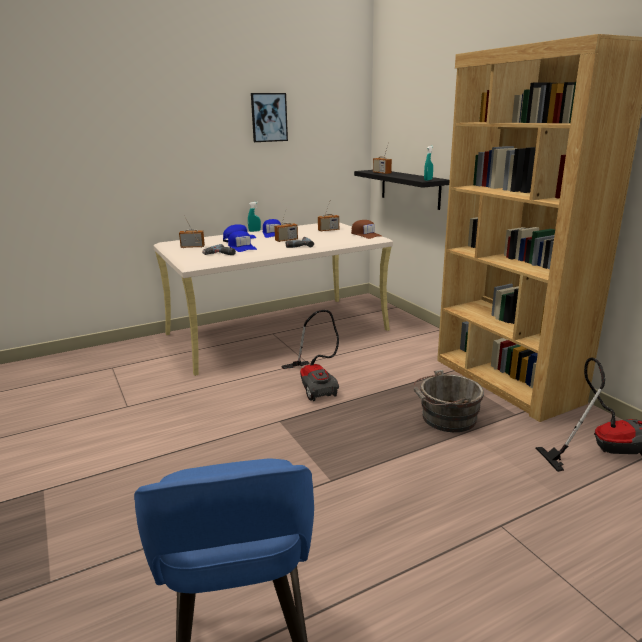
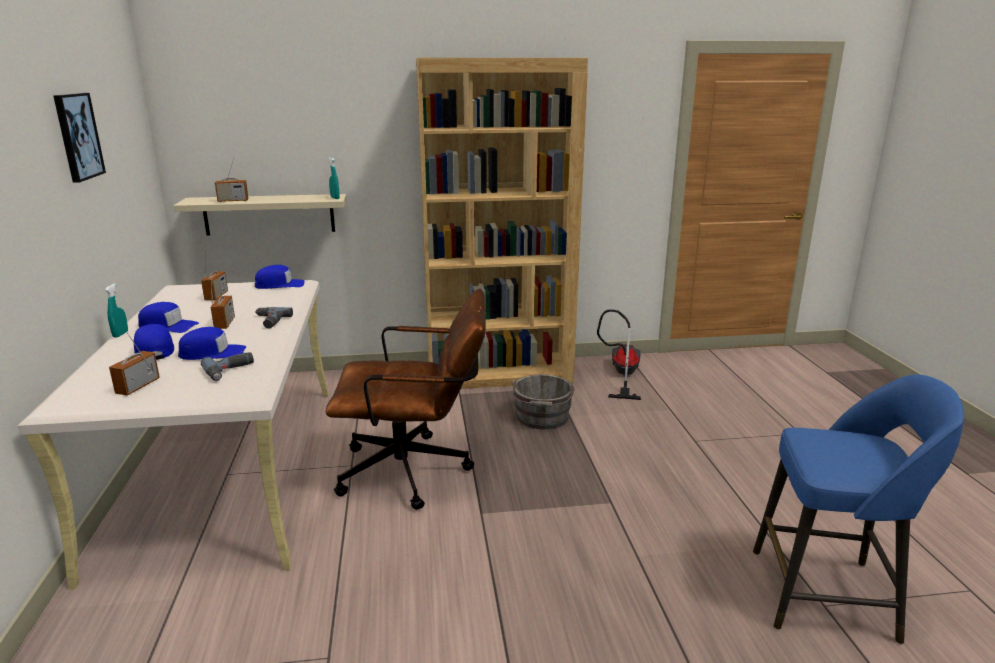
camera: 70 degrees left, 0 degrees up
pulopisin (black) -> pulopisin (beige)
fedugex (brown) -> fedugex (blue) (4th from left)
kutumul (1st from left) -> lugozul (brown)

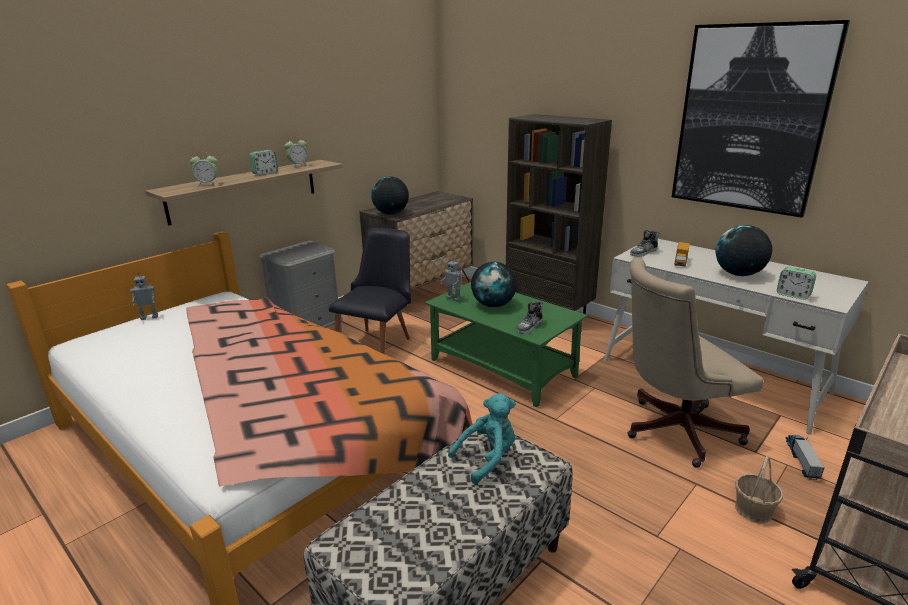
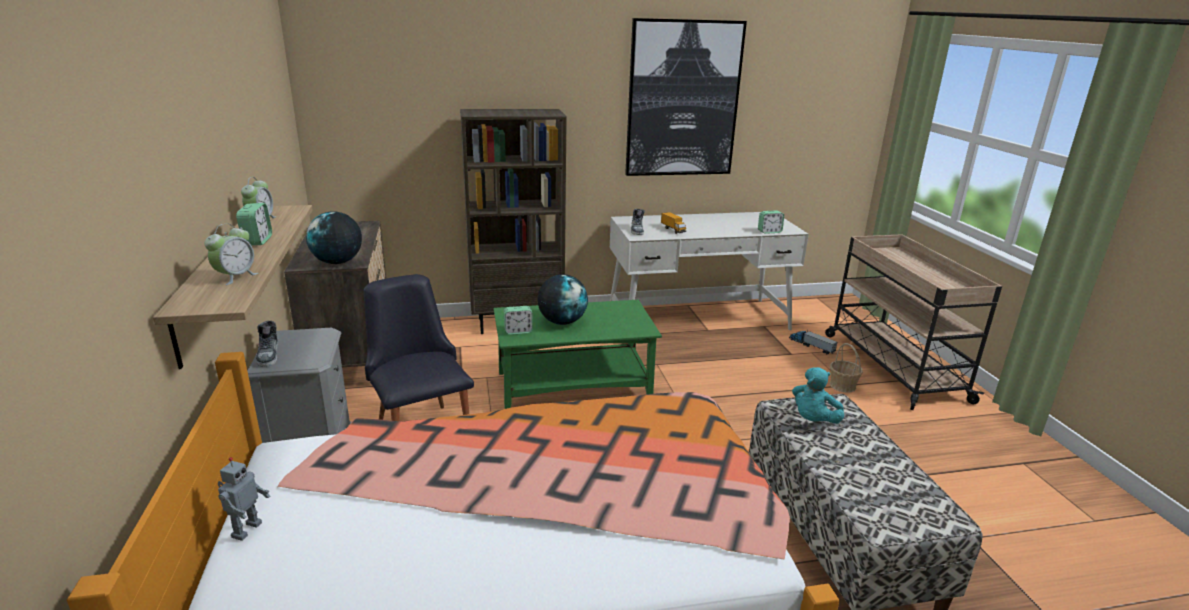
camera: 55 degrees left, 0 degrees up
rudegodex (3rd from left) -> none
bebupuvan (2nd from left) -> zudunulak (4th from left)
lugozul (beige) -> none
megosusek (1st from left), move
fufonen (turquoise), 150 degrees counterclockwise

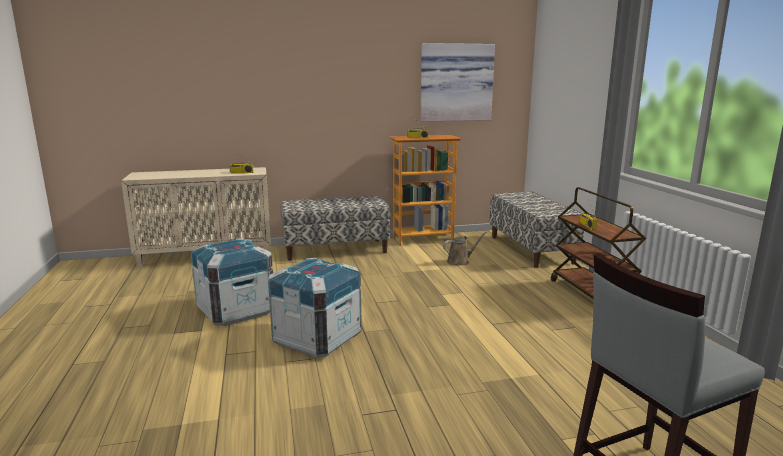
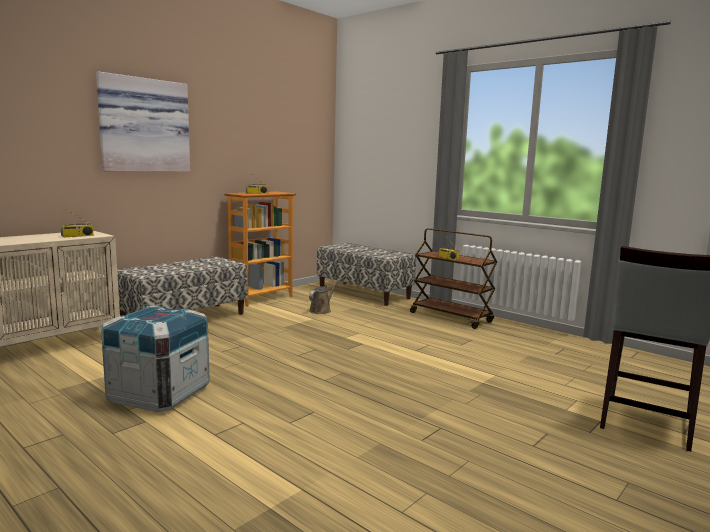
camera: 35 degrees left, 5 degrees down
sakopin, move
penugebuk (2nd from left) -> none

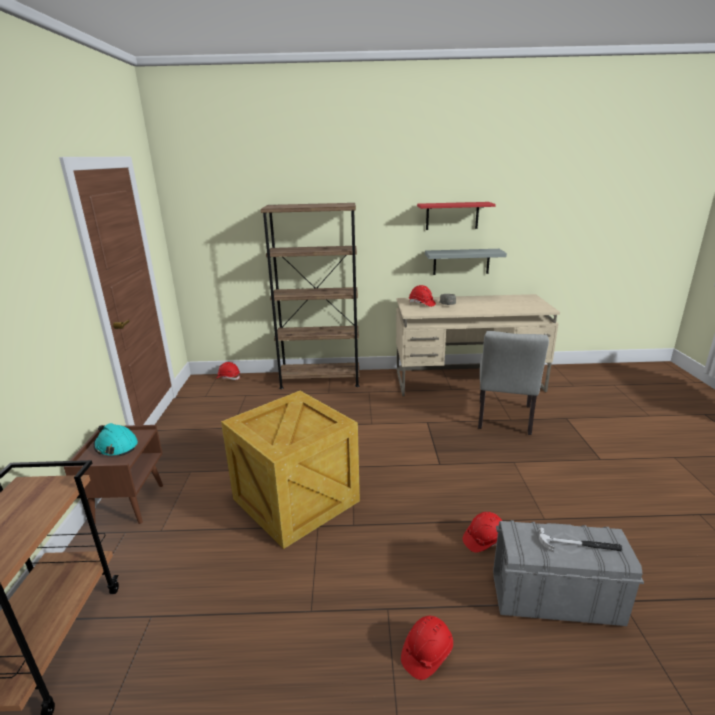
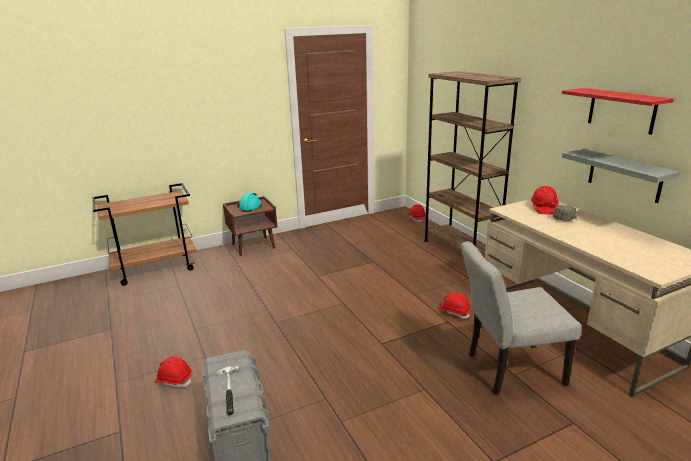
camera: 65 degrees right, 0 degrees up
penugebuk -> none
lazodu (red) (4th from left in the first image) -> lazodu (red) (3rd from left), move

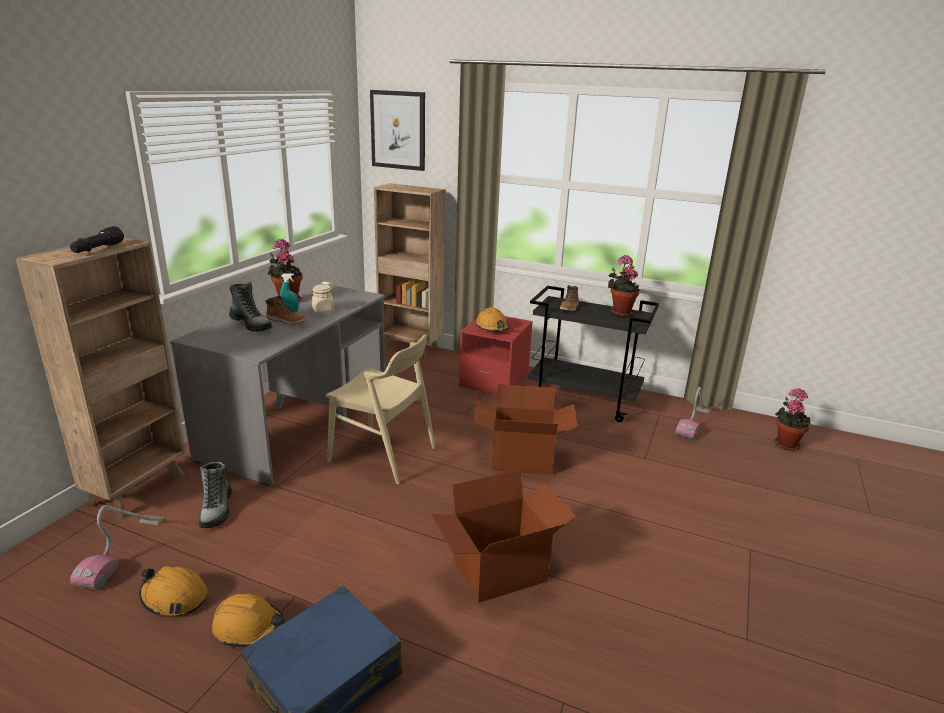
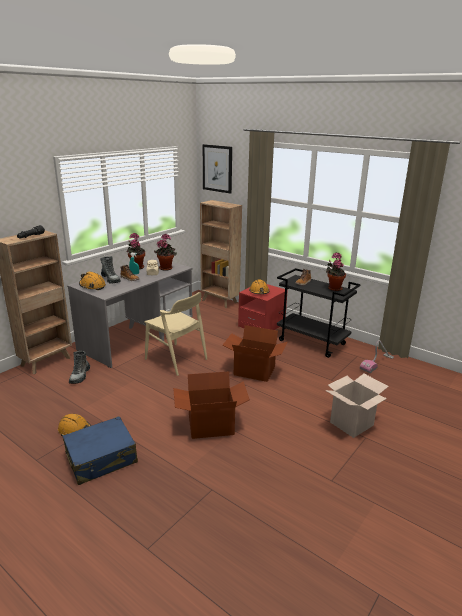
camera: 15 degrees right, 0 degrees up
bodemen (3rd from left in the first image) -> bodemen (2nd from left), move
kutumul (1st from left) -> none
lazodu (orange) (1st from left in the first image) -> lazodu (orange) (2nd from left), move
none -> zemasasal (3rd from left)

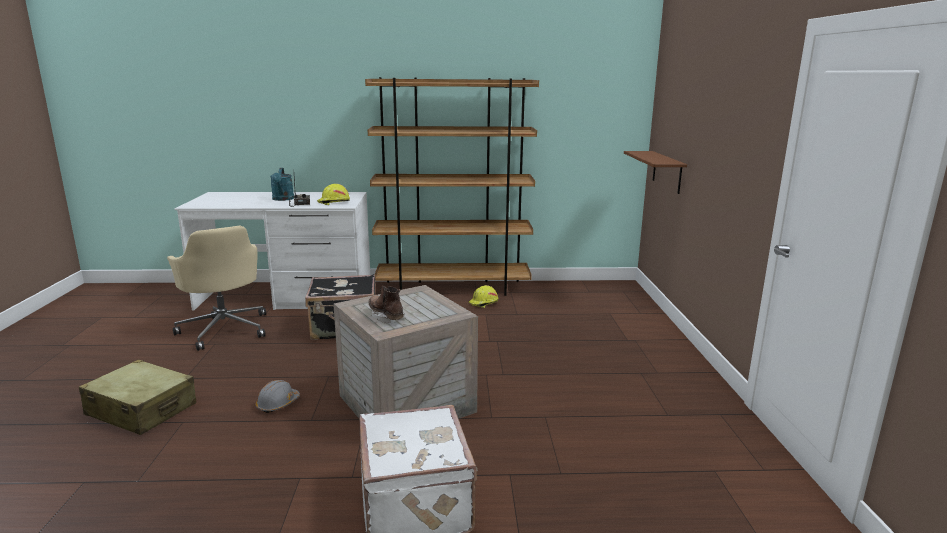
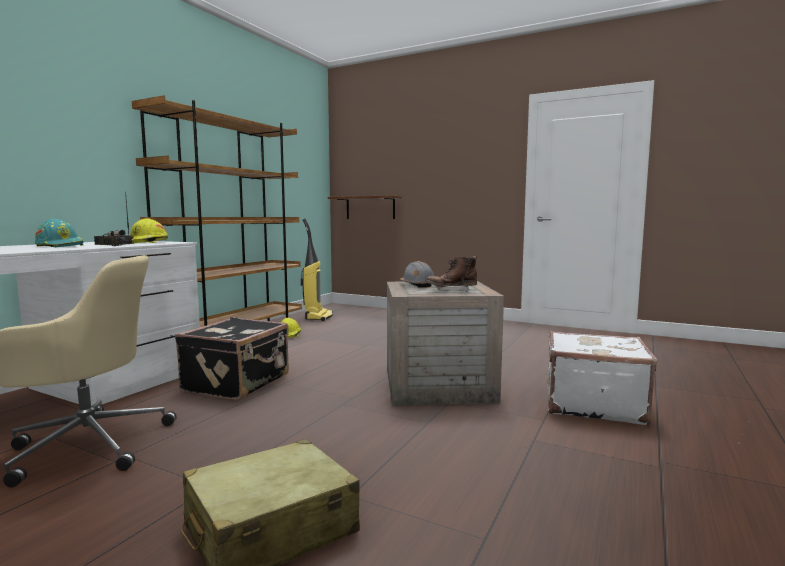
camera: 60 degrees left, 10 degrees down
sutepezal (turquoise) -> lazodu (turquoise)
lazodu (grey), move
none -> kutumul

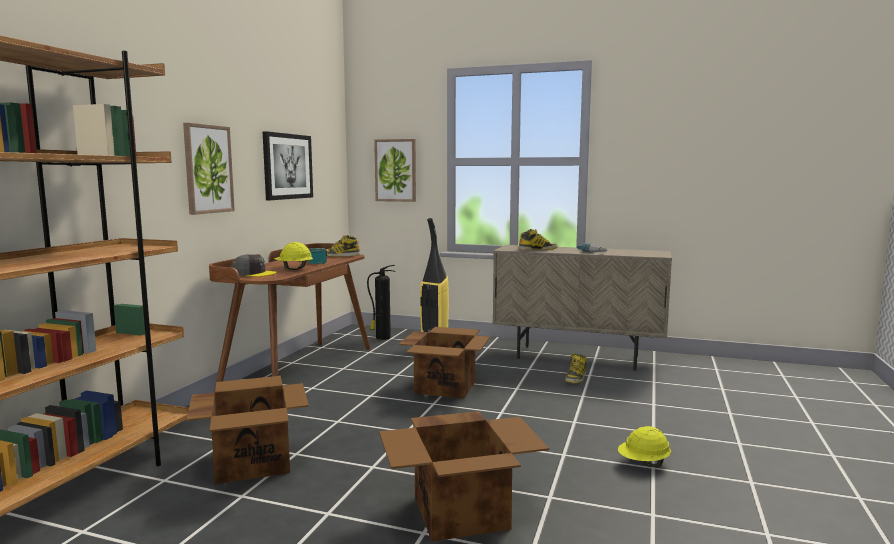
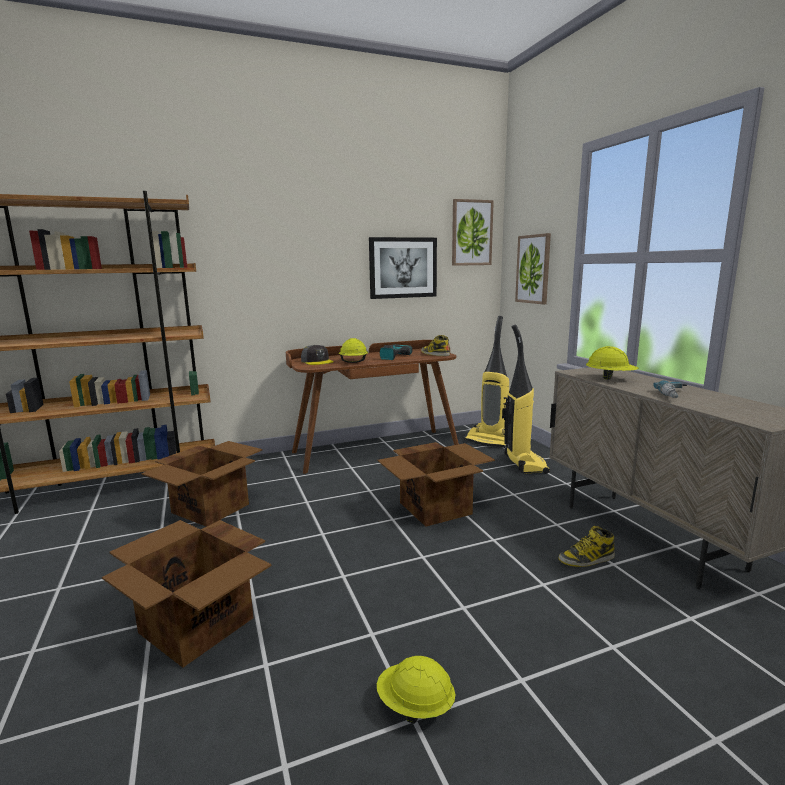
camera: 50 degrees right, 5 degrees up
sakopin (1st from left in the first image) -> sakopin (2nd from left), move
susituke (2nd from left) -> lazodu (yellow) (3rd from left)
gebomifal -> kutumul (1st from left)

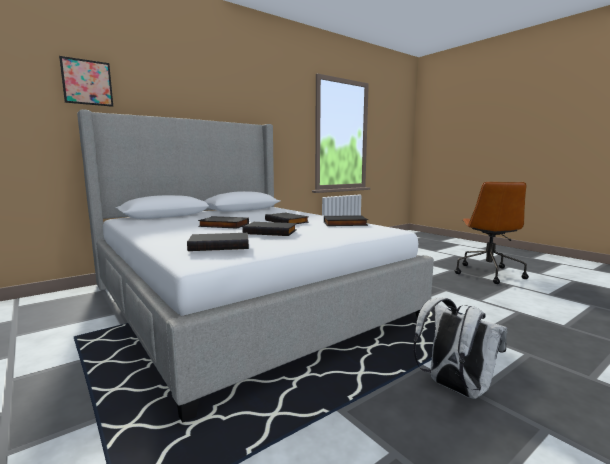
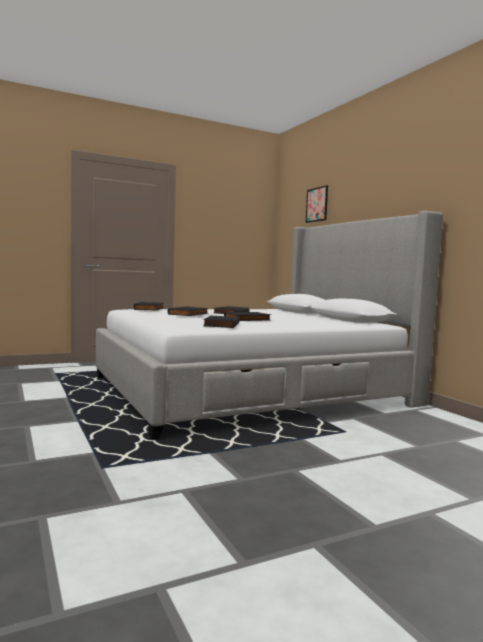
camera: 100 degrees right, 5 degrees down
lugozul (brown) -> none
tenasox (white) -> none

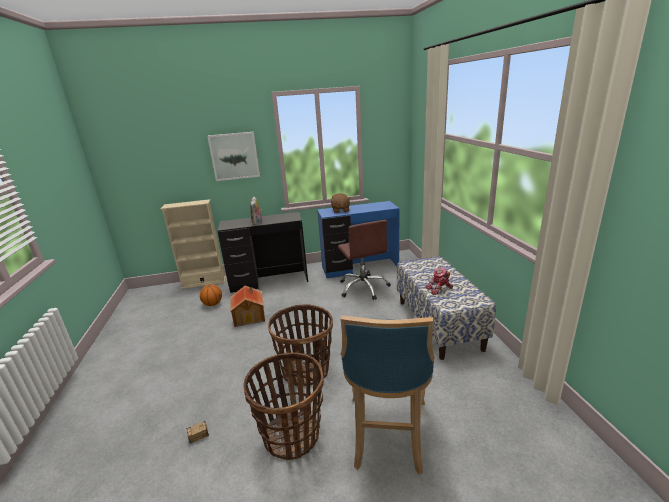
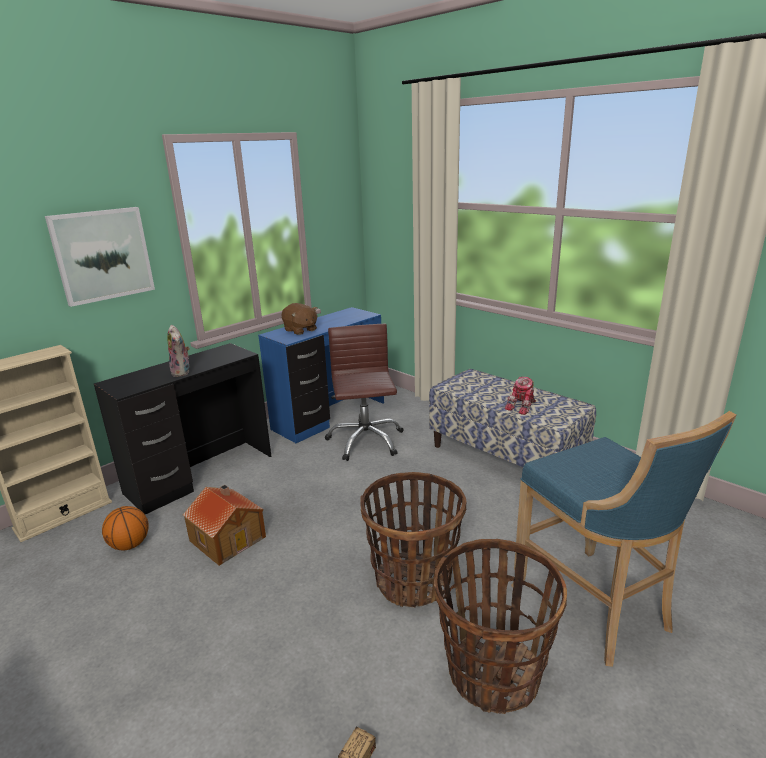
camera: 35 degrees left, 0 degrees up
lugozul (brown), 135 degrees counterclockwise

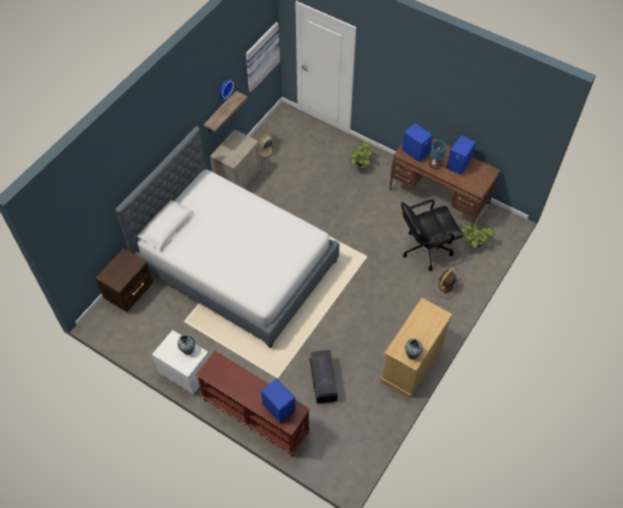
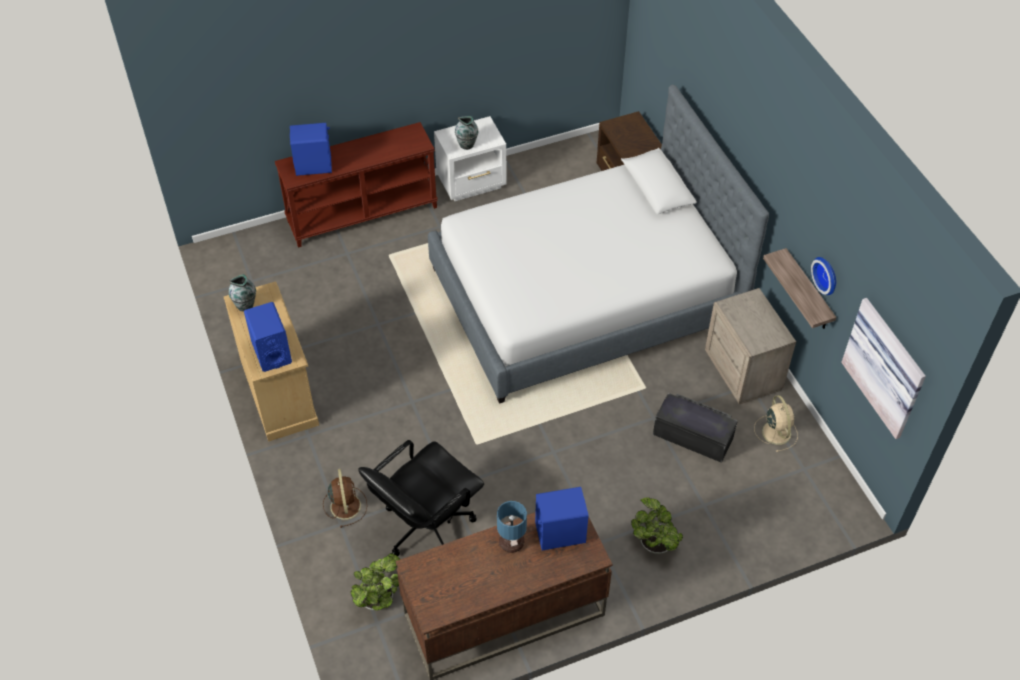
camera: 125 degrees right, 5 degrees down
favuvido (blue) (3rd from left in the first image) -> favuvido (blue) (1st from left), move
lugozul (black), 150 degrees counterclockwise
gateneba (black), move

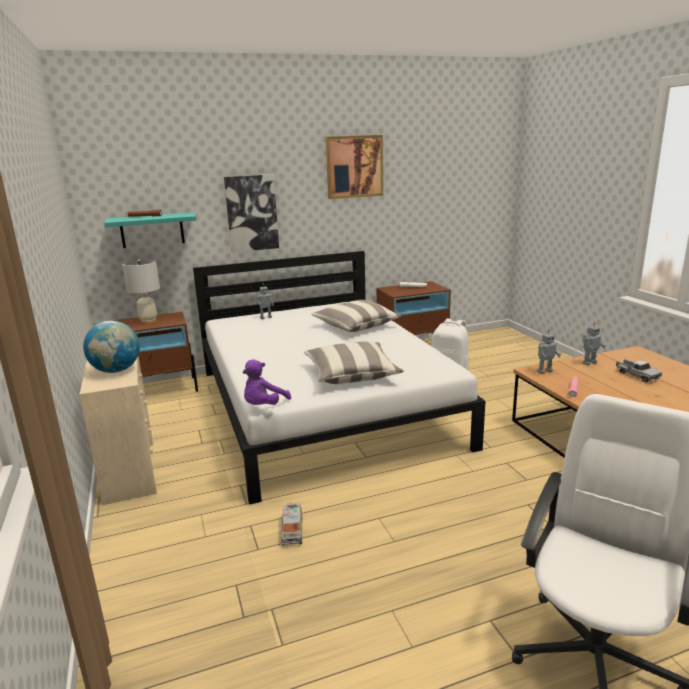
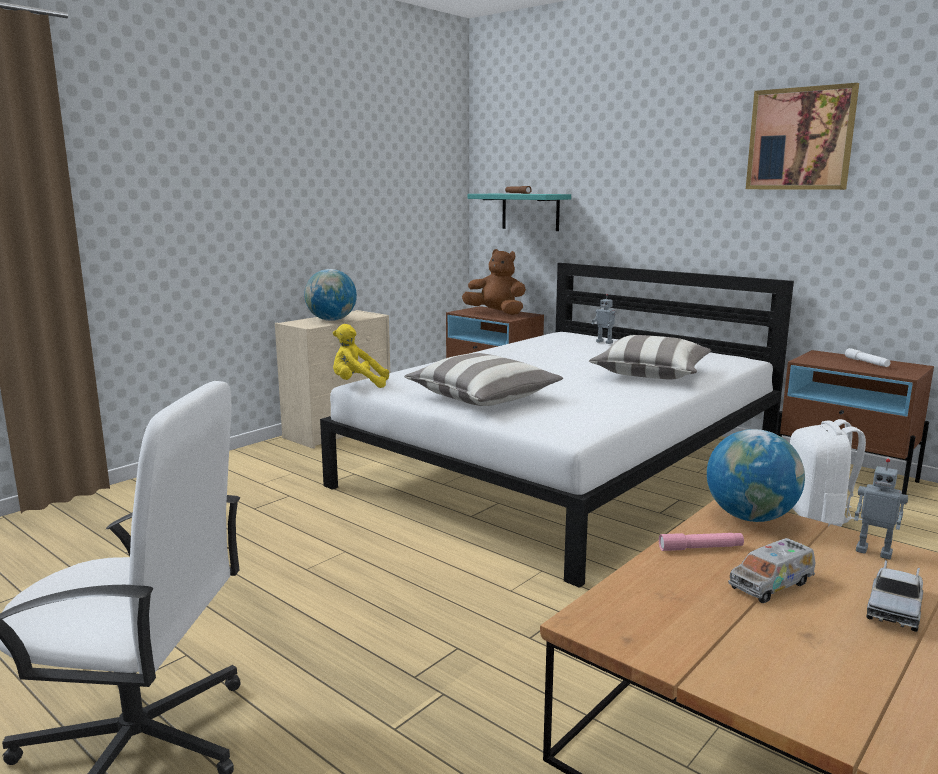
camera: 60 degrees right, 5 degrees down
sakopin (1st from left) -> none
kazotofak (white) -> fufonen (brown)
bebupuvan (2nd from left) -> rudegodex (2nd from left)
fufonen (purple) -> fufonen (yellow)
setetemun (1st from left), move

